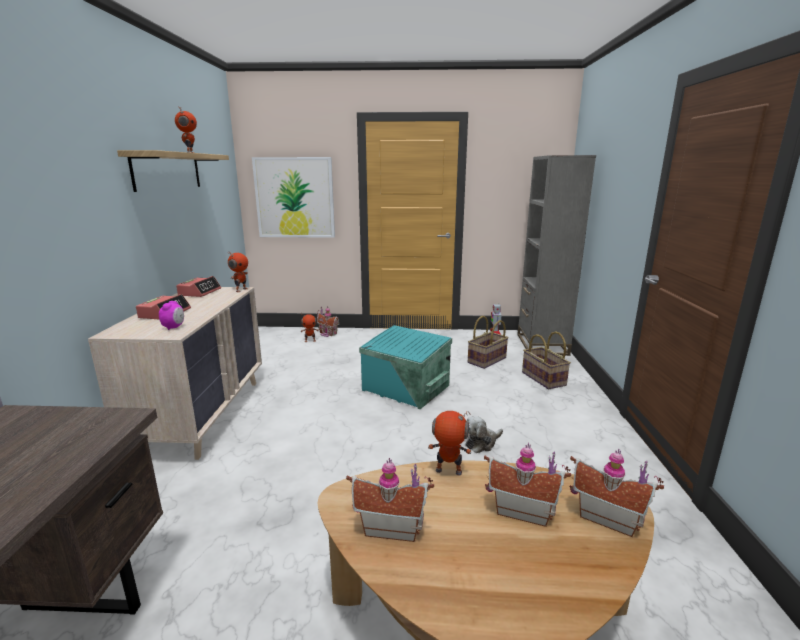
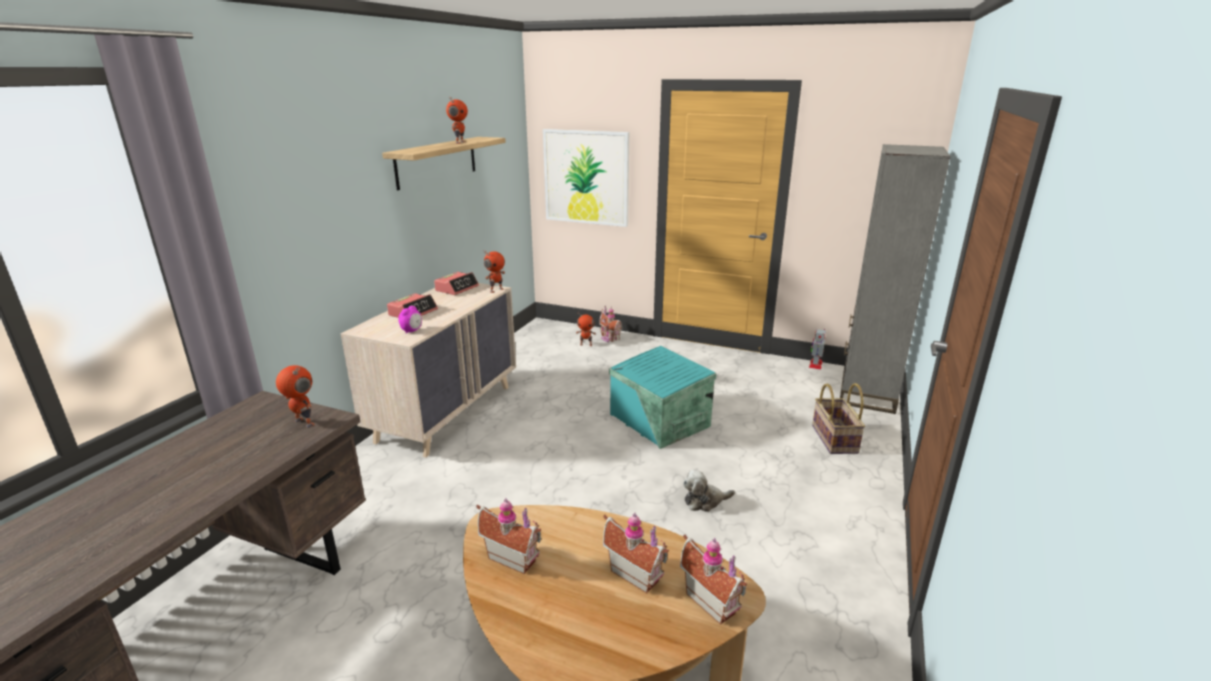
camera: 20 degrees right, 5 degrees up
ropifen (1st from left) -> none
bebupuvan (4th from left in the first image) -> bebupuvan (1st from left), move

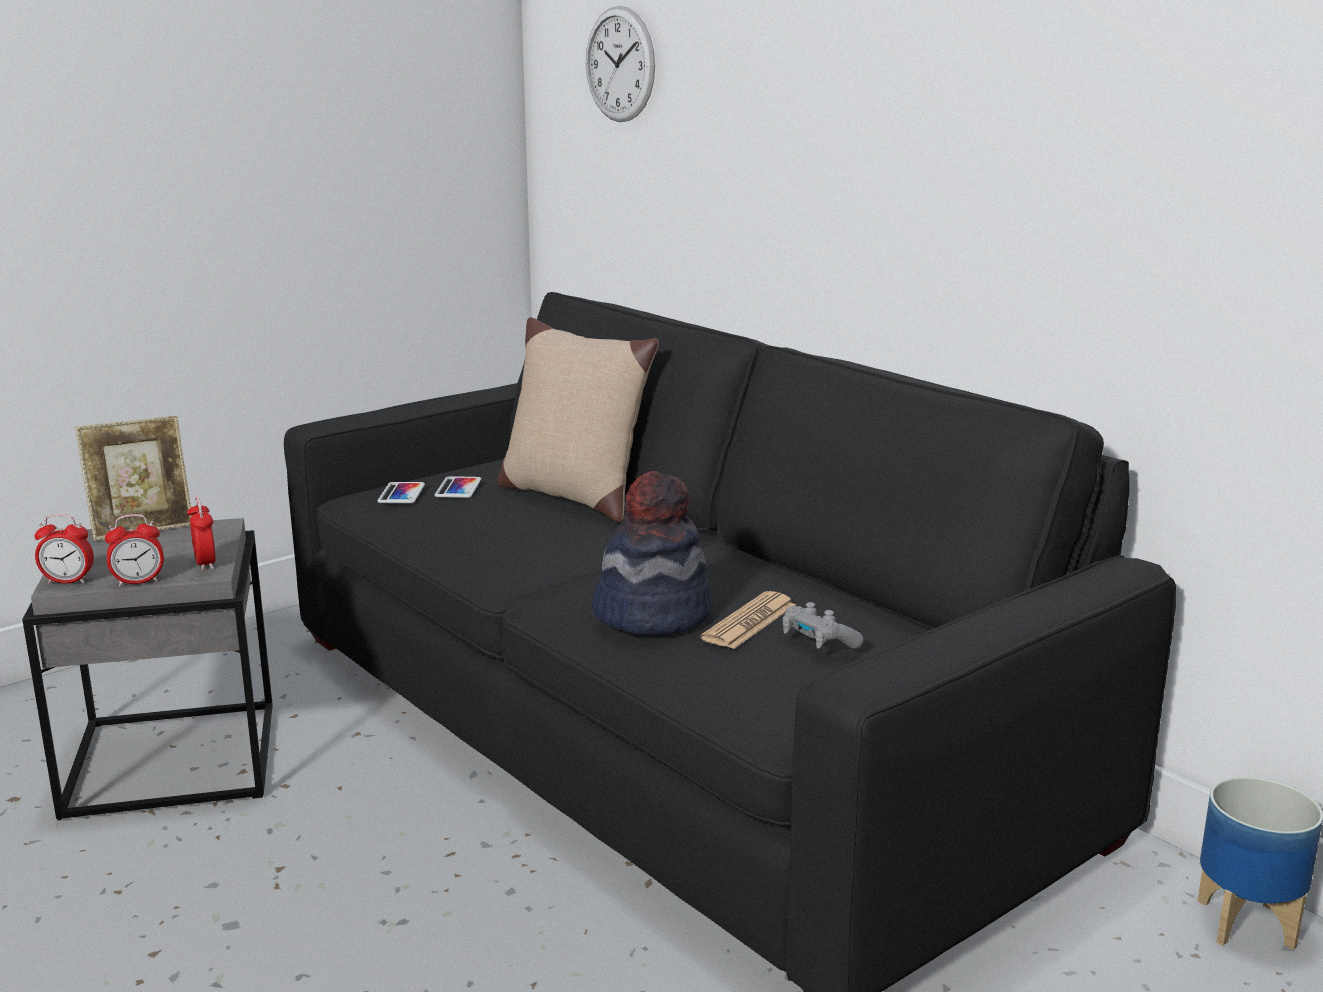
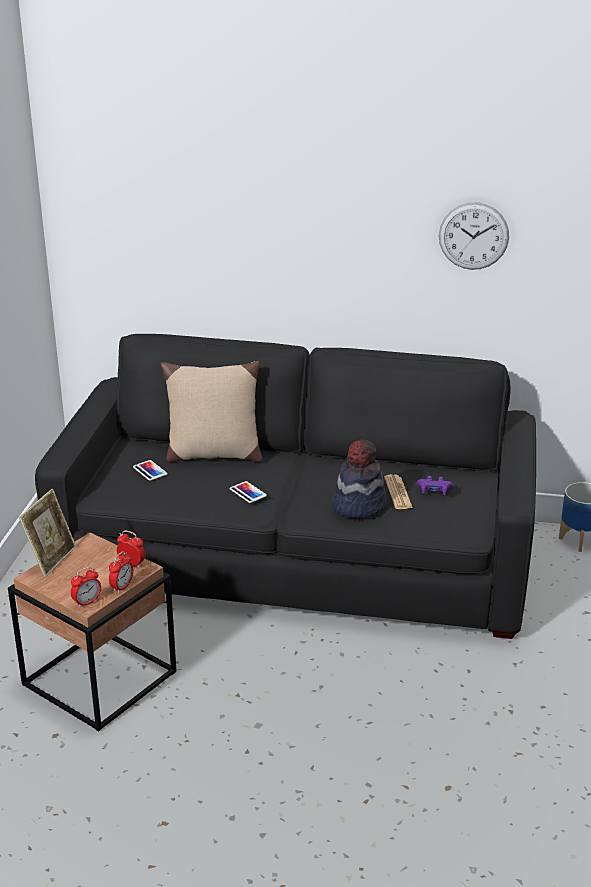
camera: 40 degrees left, 10 degrees up
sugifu, move
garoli (1st from left in the first image) -> garoli (2nd from left), move
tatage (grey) -> tatage (brown)
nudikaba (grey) -> nudikaba (purple)

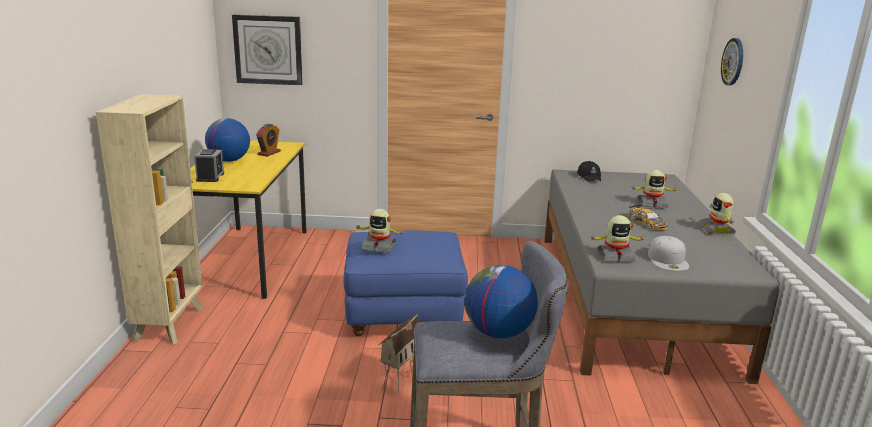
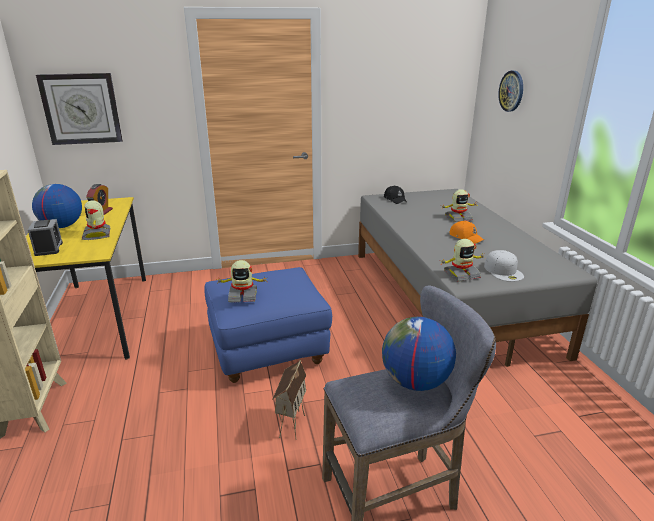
camera: 15 degrees left, 5 degrees up
bebupuvan (4th from left in the first image) -> bebupuvan (1st from left), move
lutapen -> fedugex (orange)

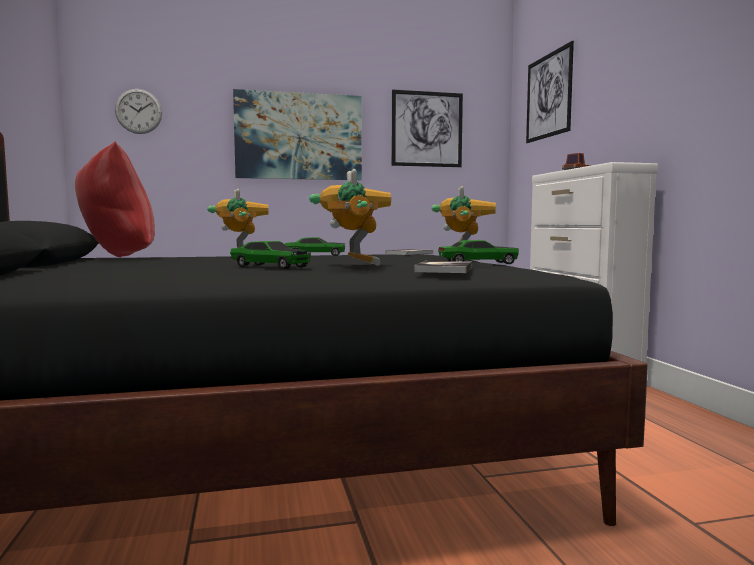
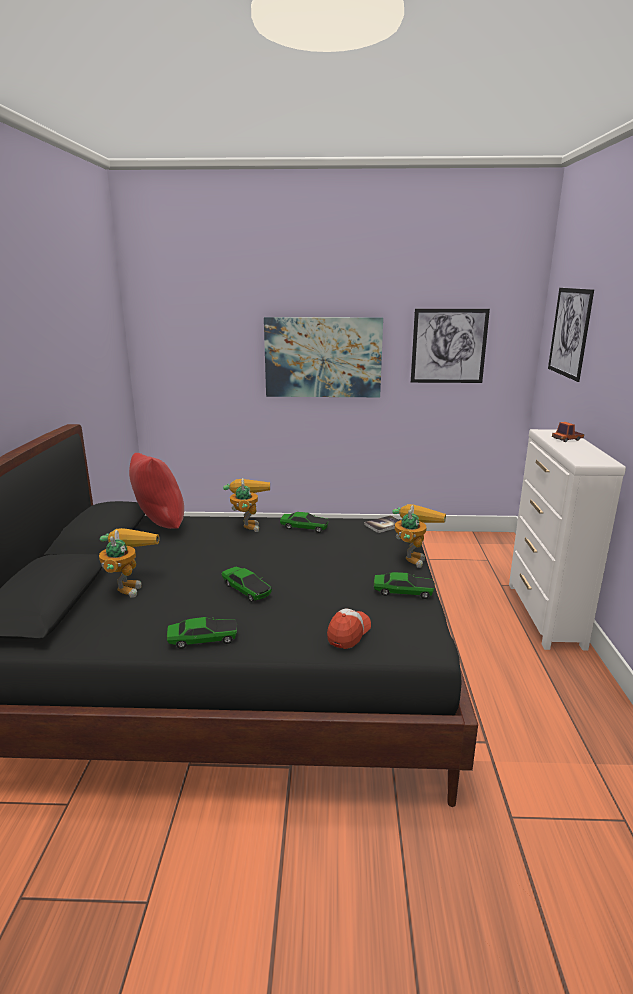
camera: 15 degrees right, 15 degrees up
sugifu -> none
bebupuvan (2nd from left in the first image) -> bebupuvan (1st from left), move
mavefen (2nd from left) -> fedugex
none -> lutapen (1st from left)

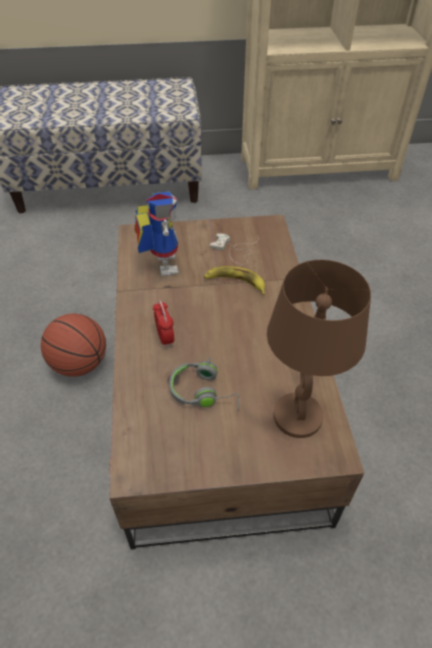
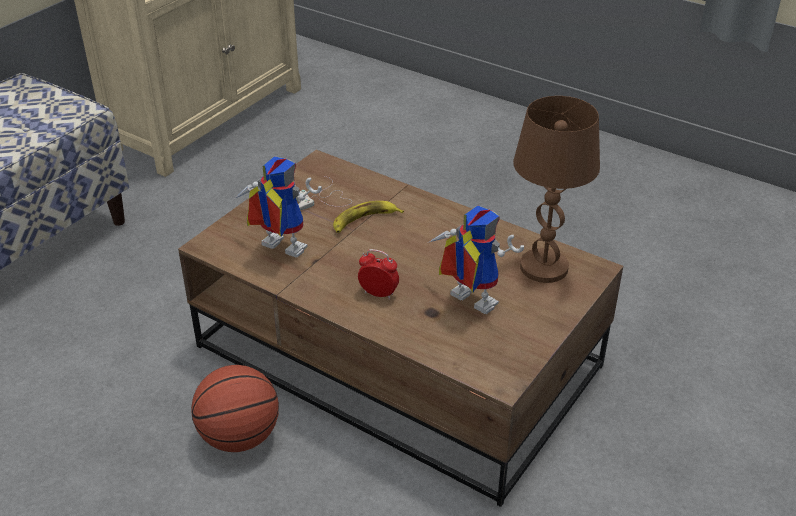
camera: 50 degrees left, 10 degrees down
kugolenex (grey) -> bebupuvan (2nd from left)

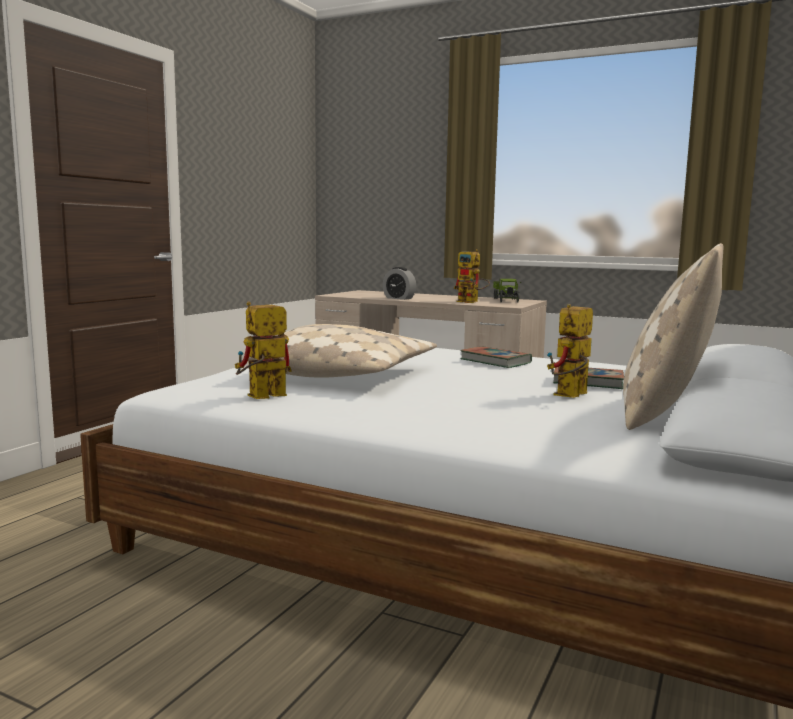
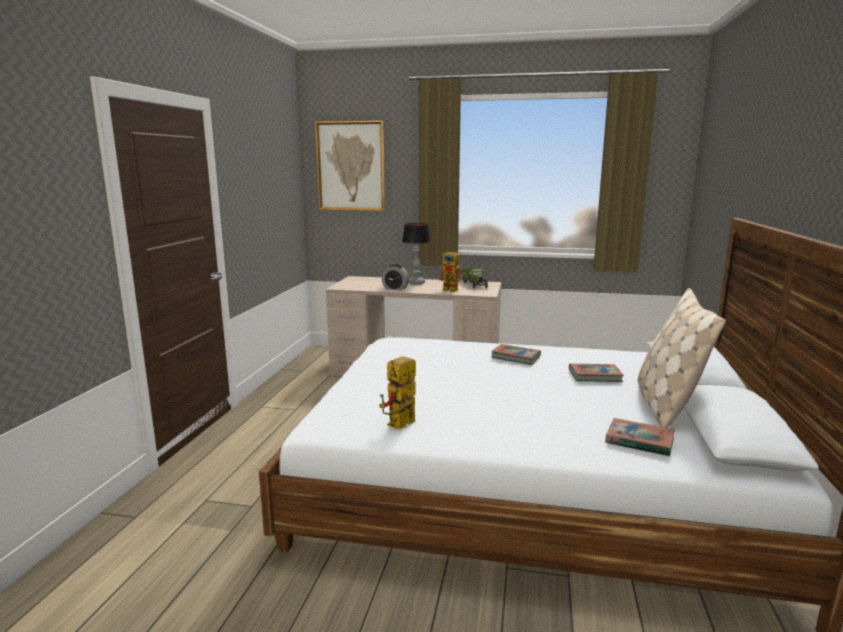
camera: 15 degrees left, 5 degrees up
bebupuvan (3rd from left) -> none
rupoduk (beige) (1st from left) -> none
none -> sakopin
none -> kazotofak
none -> mavefen (3rd from left)

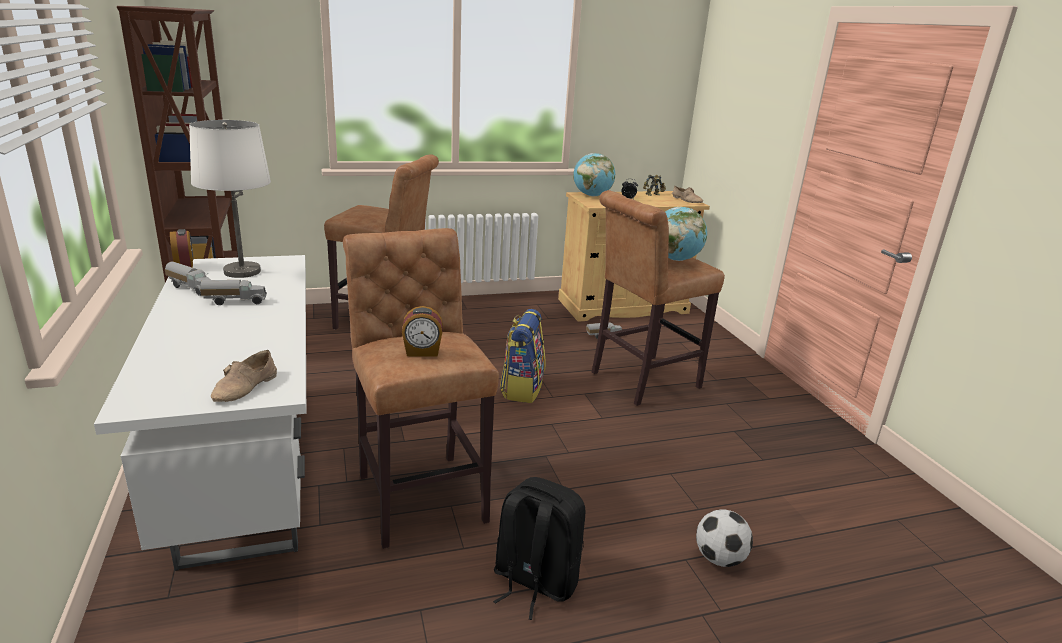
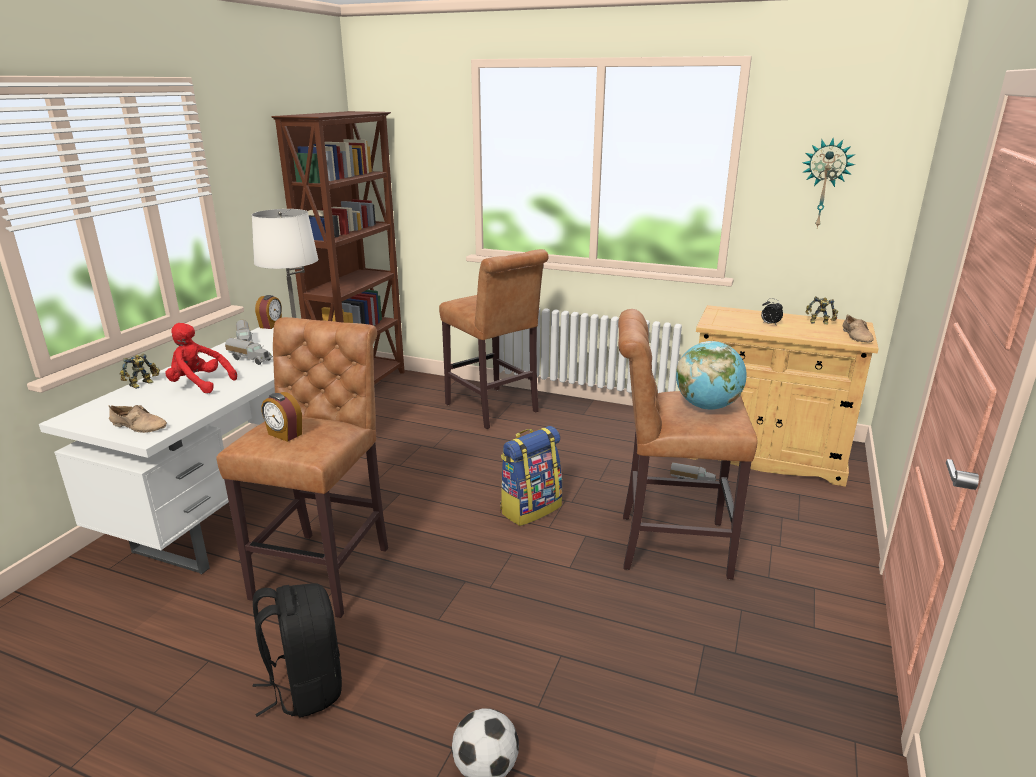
camera: 40 degrees right, 0 degrees up
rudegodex (1st from left) -> none
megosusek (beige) (1st from left), 135 degrees counterclockwise
none -> sugifu
none -> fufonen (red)
none -> bebupuvan (1st from left)

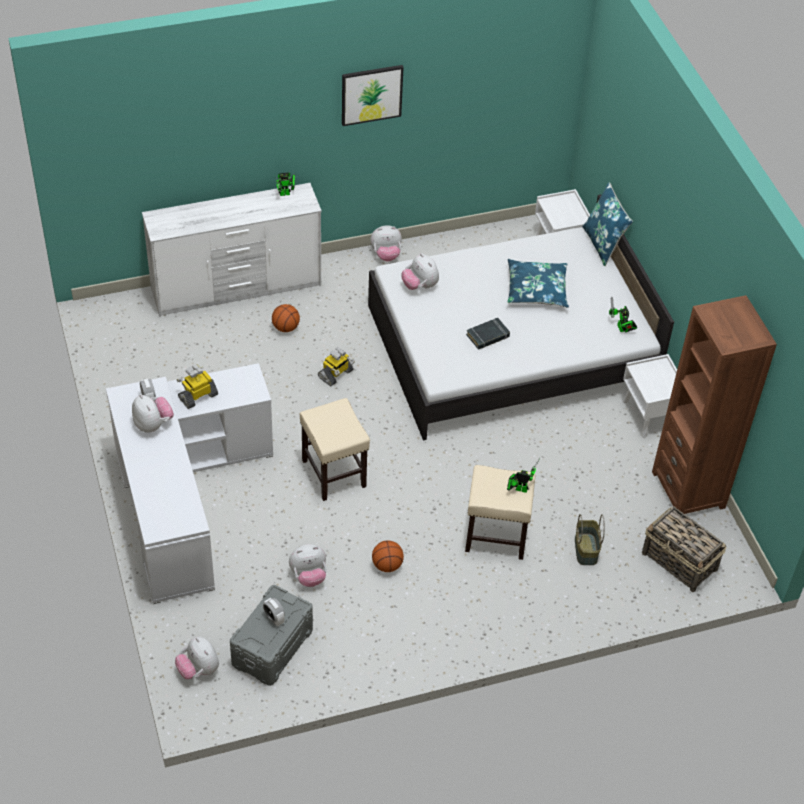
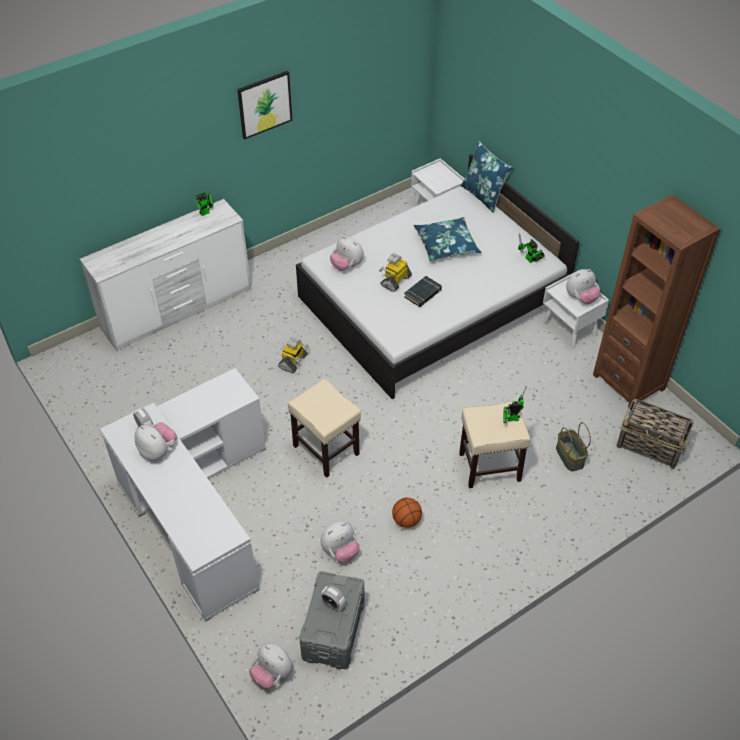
camera: 15 degrees left, 0 degrees up
fufonen (4th from left in the first image) -> fufonen (5th from left), move
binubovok (1st from left) -> none
bebupuvan (1st from left in the first image) -> bebupuvan (3rd from left), move

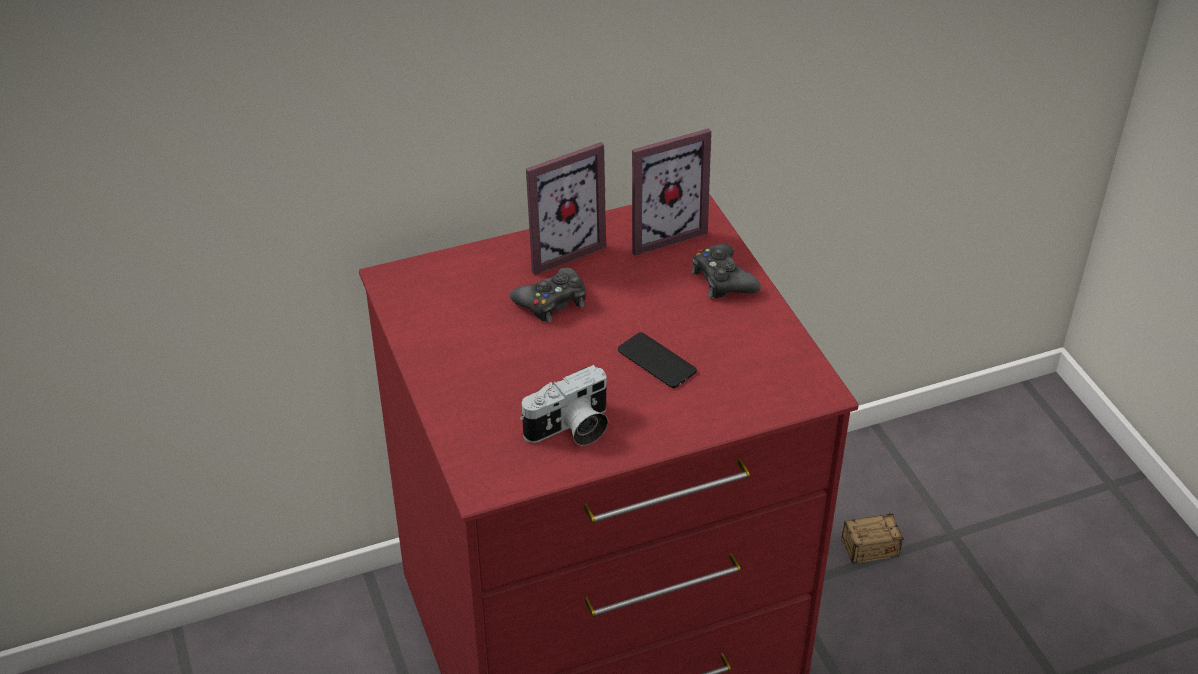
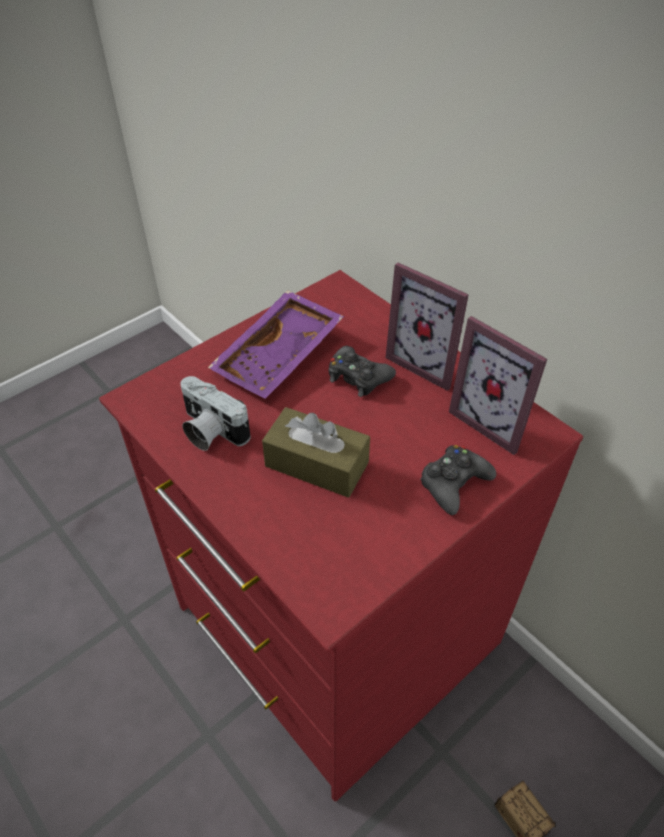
camera: 70 degrees right, 5 degrees up
garoli -> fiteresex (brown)
none -> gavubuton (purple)

